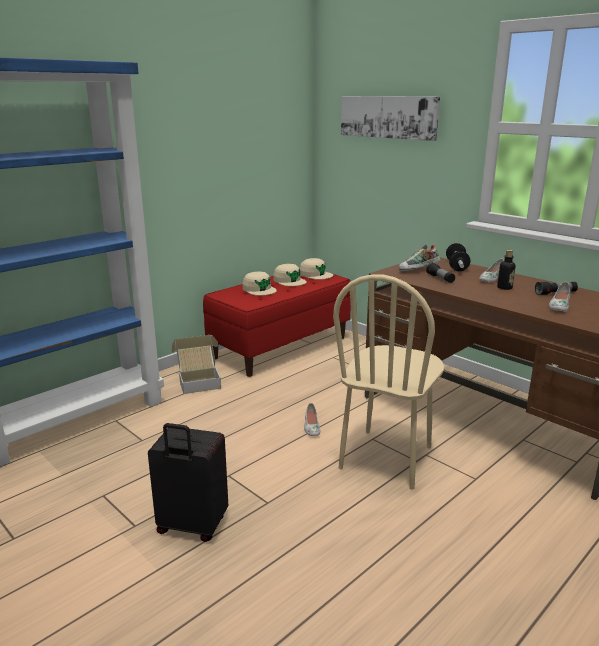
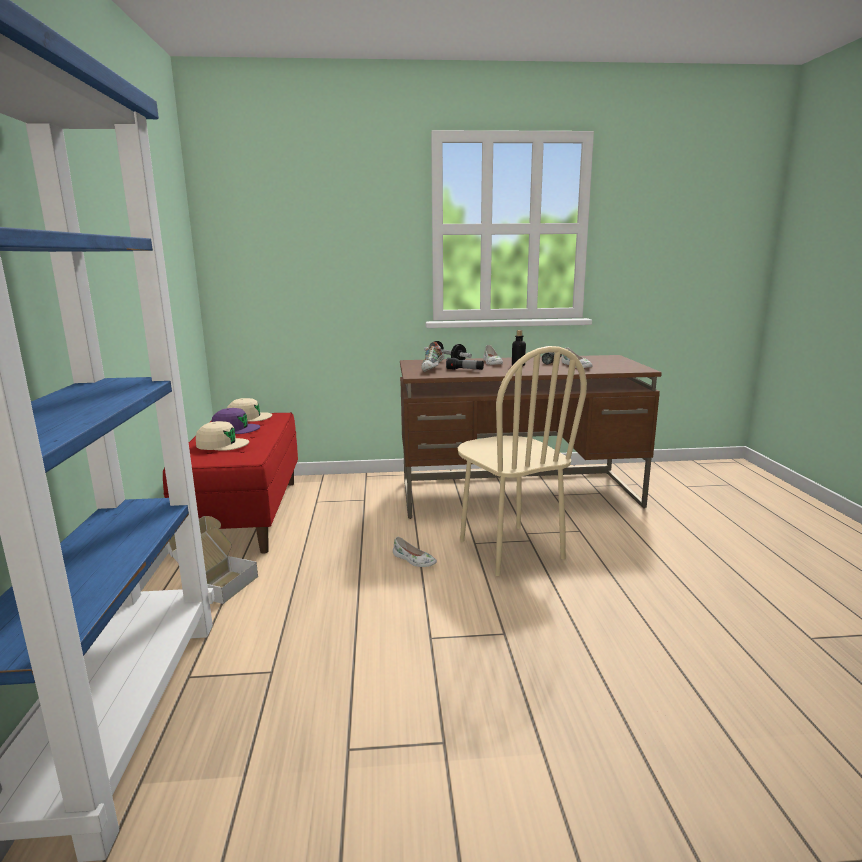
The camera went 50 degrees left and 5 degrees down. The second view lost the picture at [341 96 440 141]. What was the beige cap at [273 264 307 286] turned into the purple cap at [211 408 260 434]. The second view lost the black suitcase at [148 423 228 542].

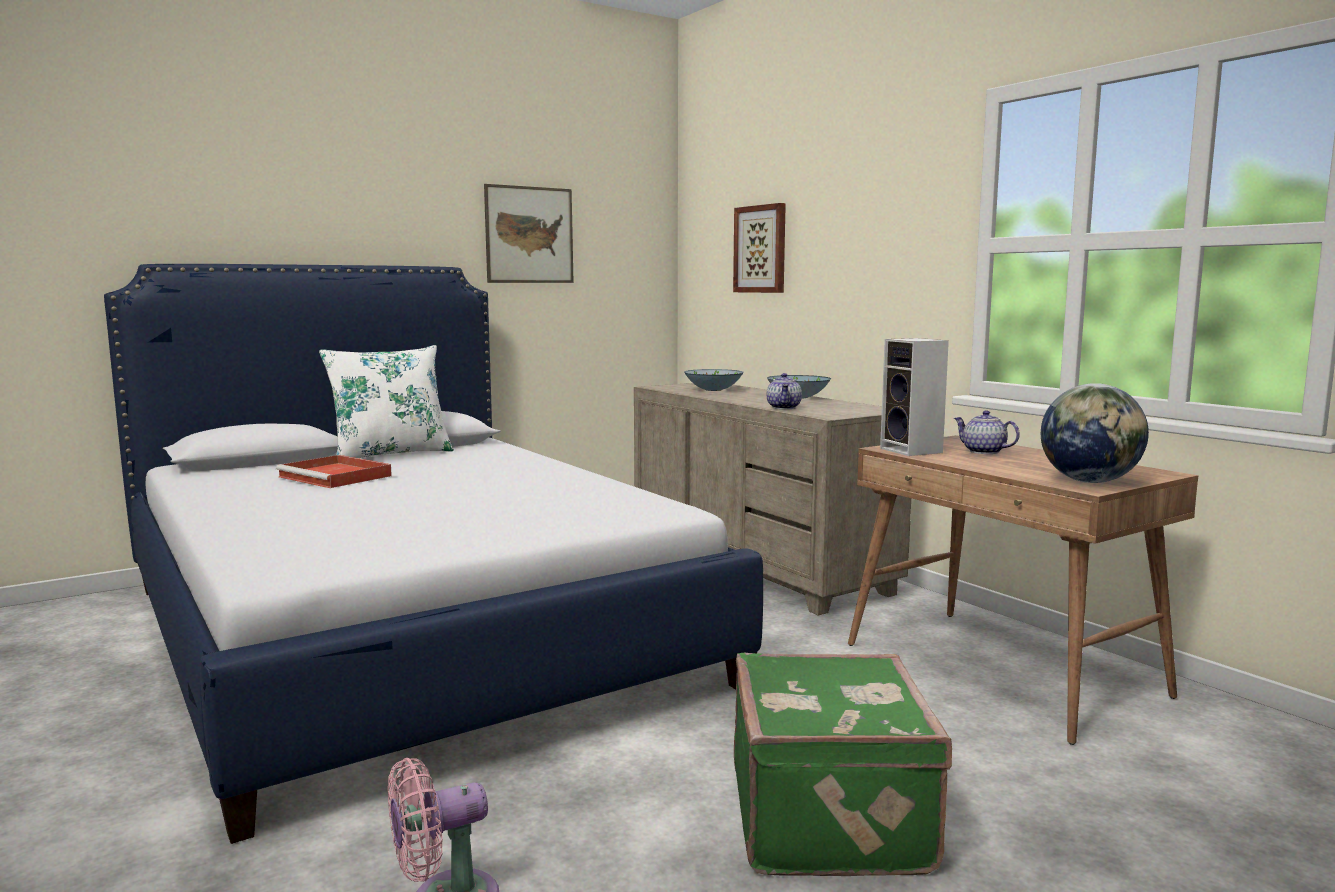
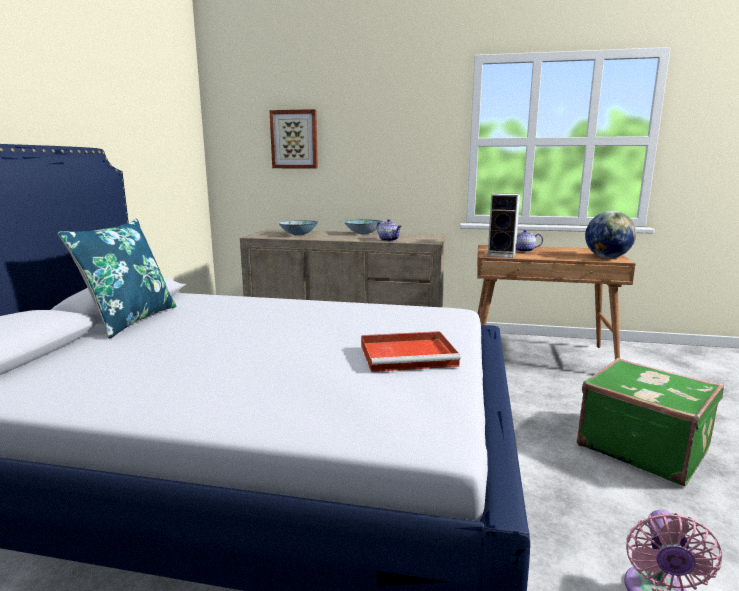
The camera went 45 degrees left and 5 degrees up. The second view lost the picture at [484 184 574 283]. What was the white pillow at [319 345 454 458] turned into the blue pillow at [58 219 177 339]. The red tray ended up elsewhere, having gone from [276 455 392 488] to [361 331 461 372].

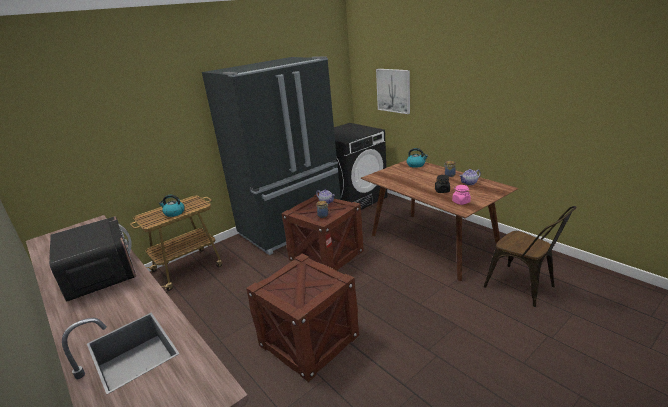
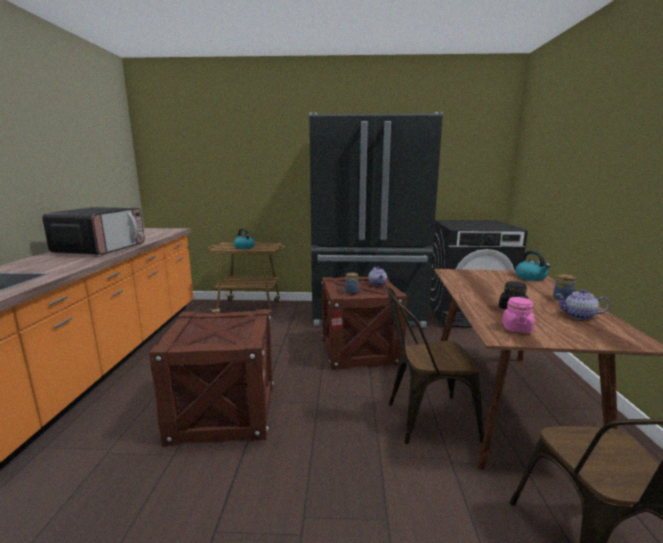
The camera went 40 degrees right and 10 degrees down. The second view lost the picture at [376 69 410 114]. The second view gained the brown chair at [385 286 484 444].

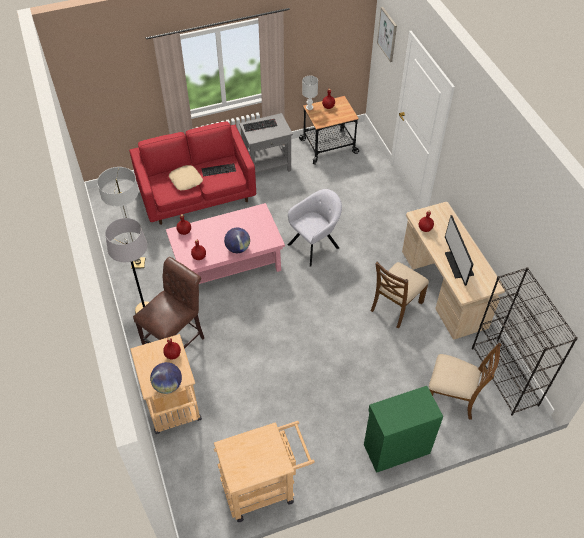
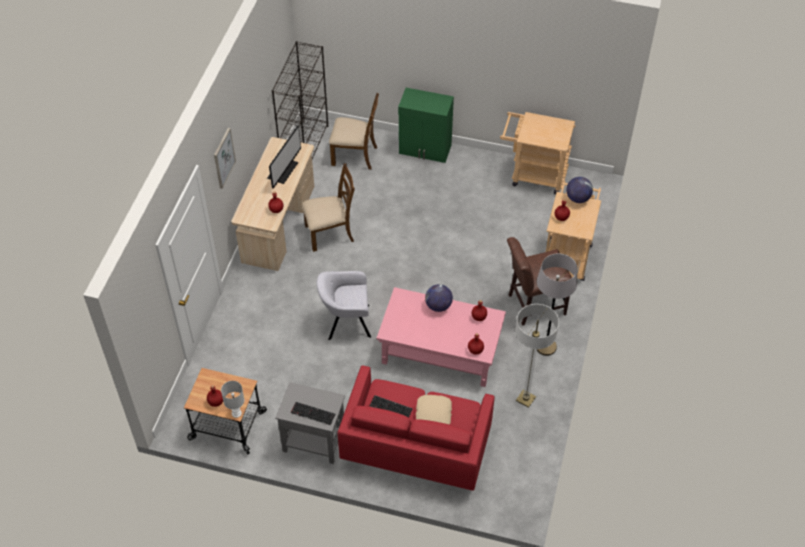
The camera went 145 degrees left and 0 degrees up. The picture ended up elsewhere, having gone from [377 7 397 62] to [214 128 236 189]. The brown chair at [429 343 502 420] ended up facing another way, 135 degrees clockwise from before.

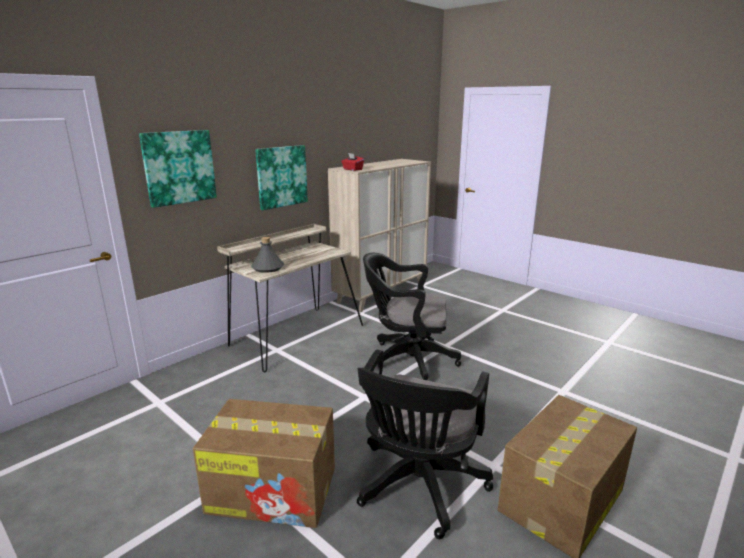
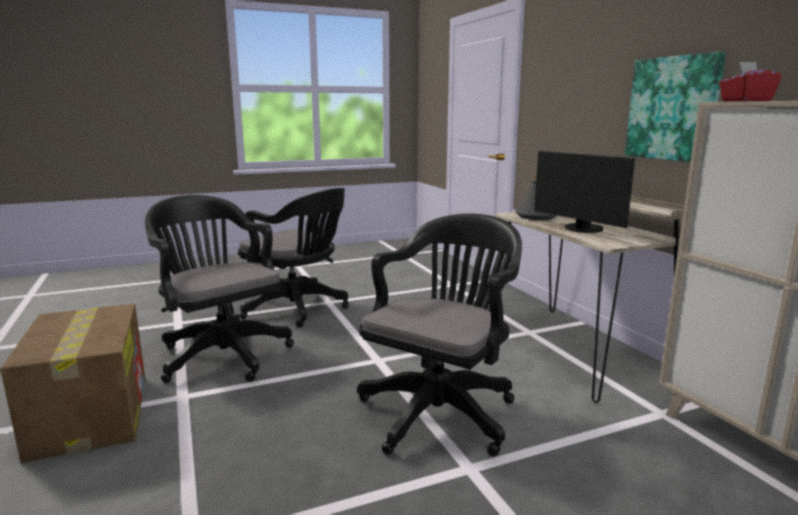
The camera went 115 degrees right and 5 degrees down. The second view lost the picture at [139 130 217 208]. Where the cardboard box stood at [193 399 335 528], the black office chair came to stand at [238 188 349 328]. The second view gained the monitor at [534 151 635 233].

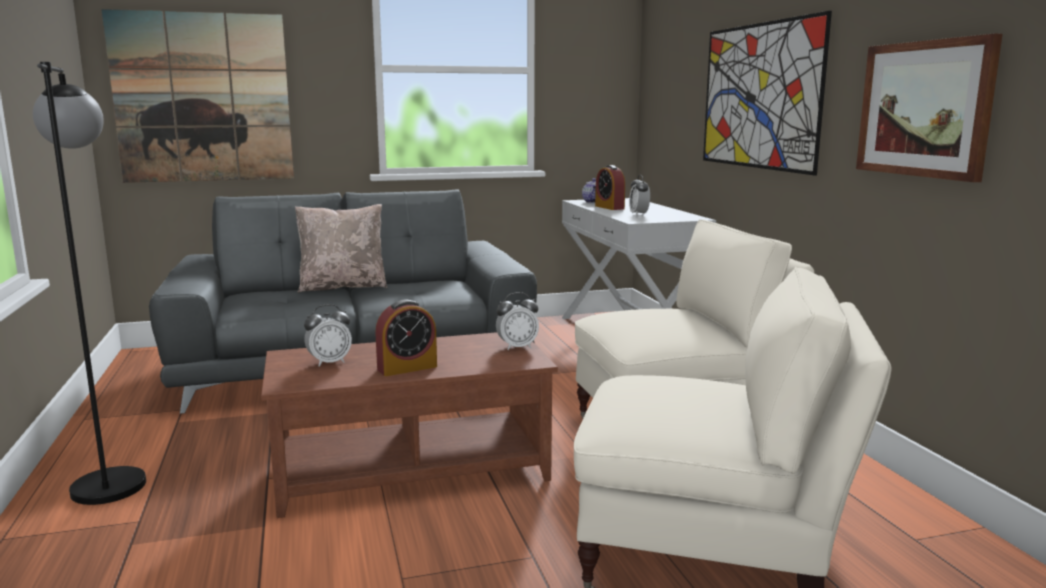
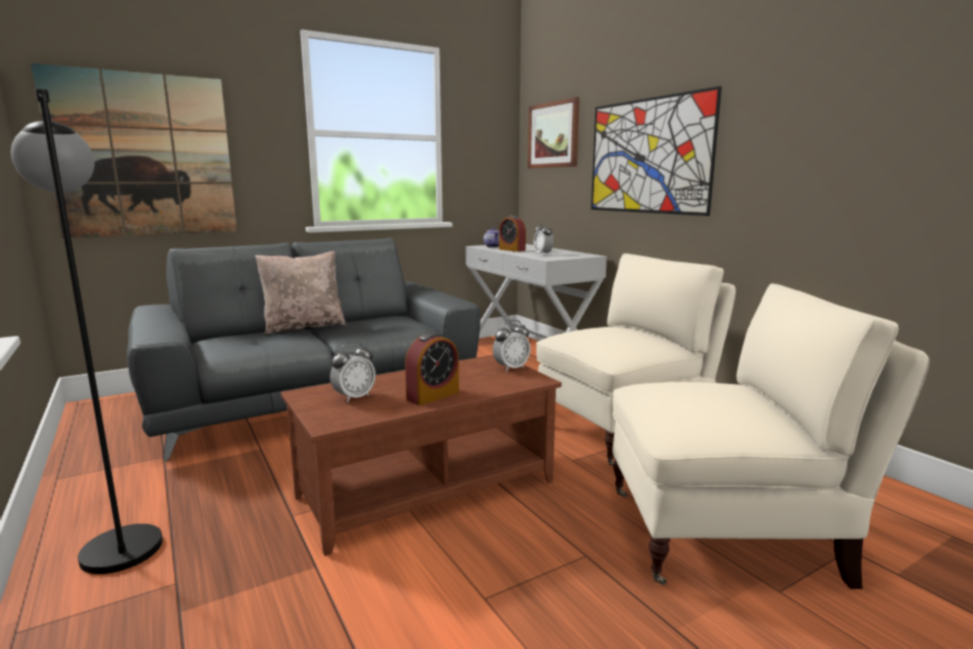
The camera went 15 degrees left and 0 degrees up. The picture ended up elsewhere, having gone from [856 33 1003 182] to [528 97 580 168].

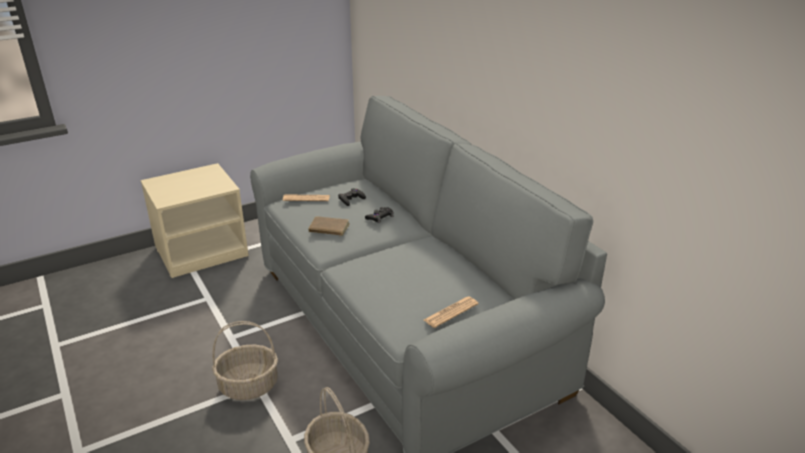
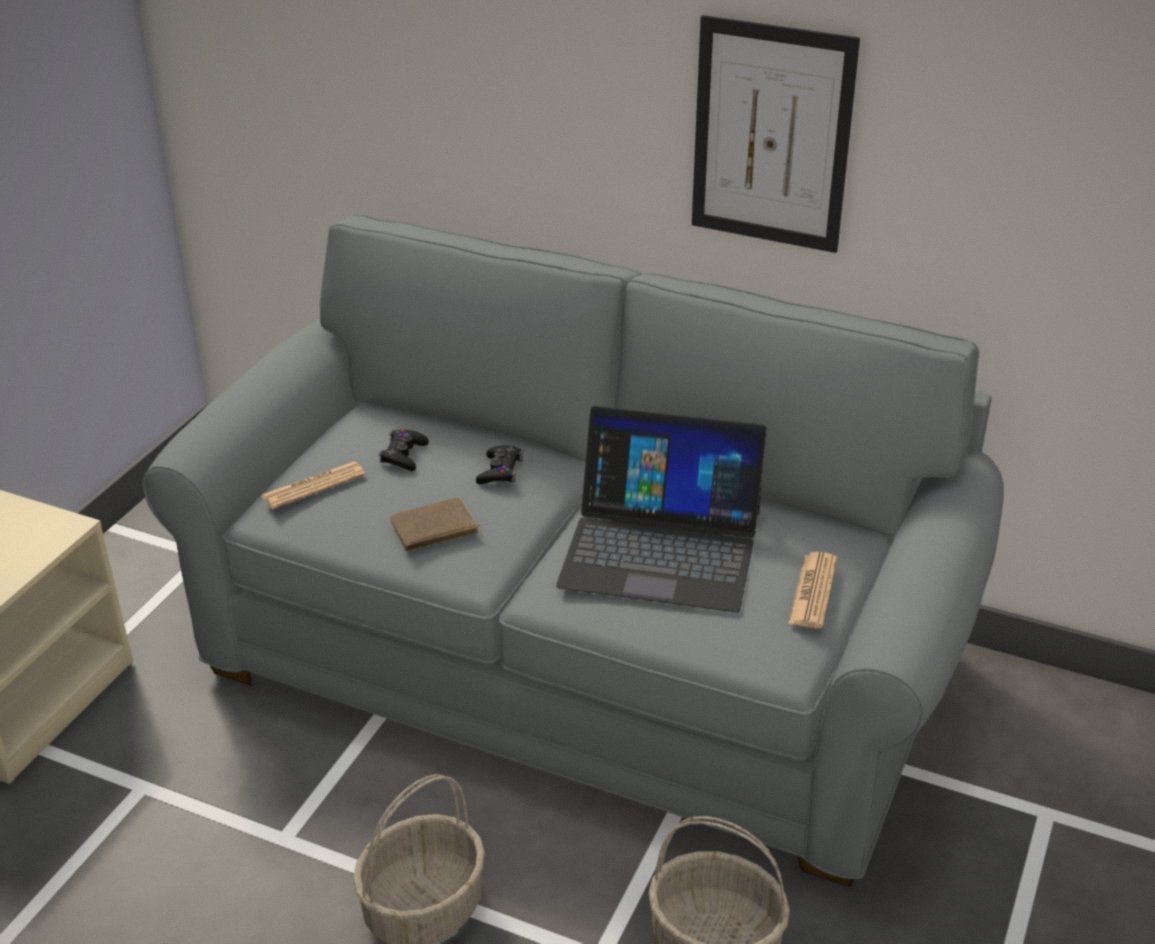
The camera went 35 degrees left and 5 degrees up. The second view gained the picture at [692 15 860 253]. The second view gained the laptop at [556 406 767 612].

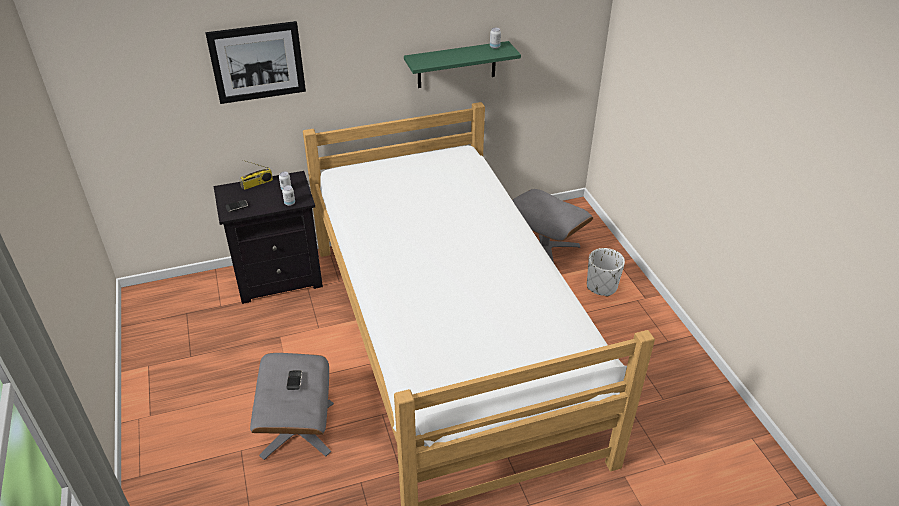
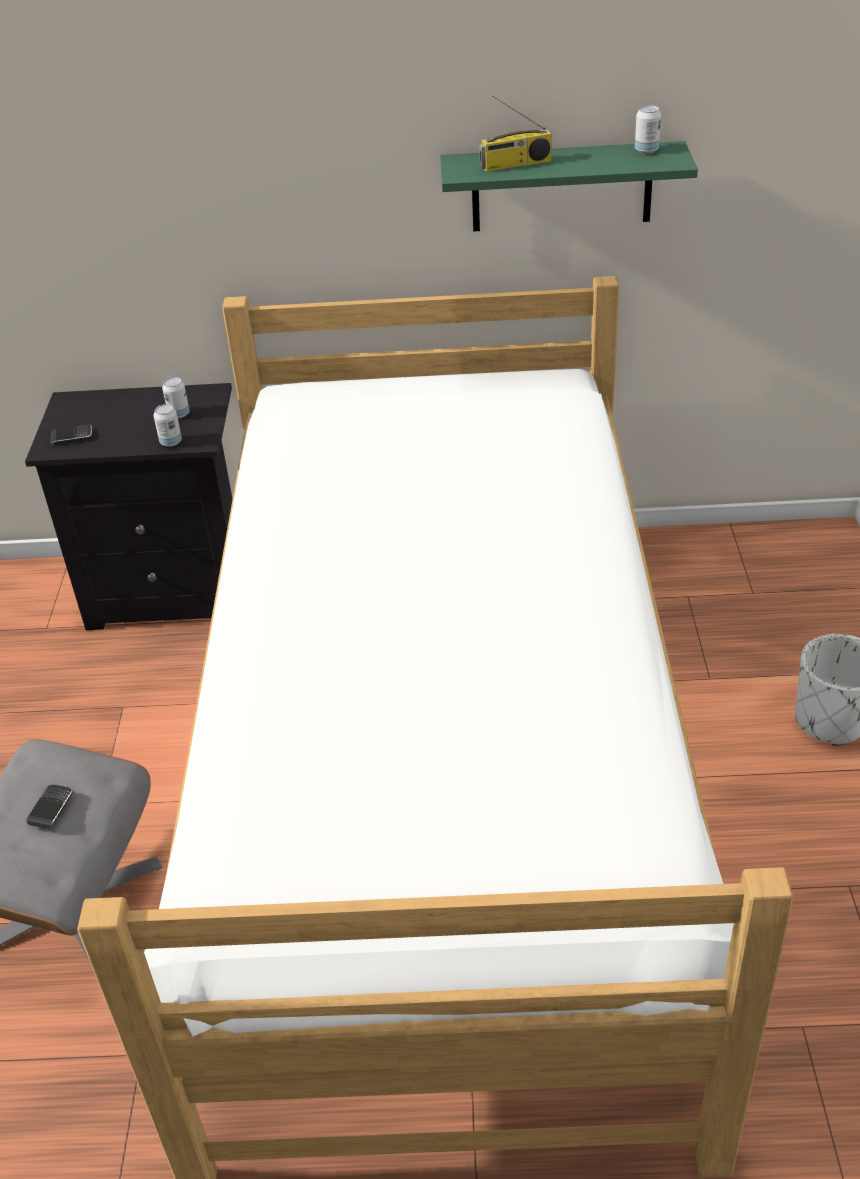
The camera went 20 degrees right and 0 degrees up. The second view lost the picture at [205 21 306 104]. The radio ended up elsewhere, having gone from [240 160 273 190] to [479 95 552 172]. The second view lost the grey ottoman at [512 189 593 263].

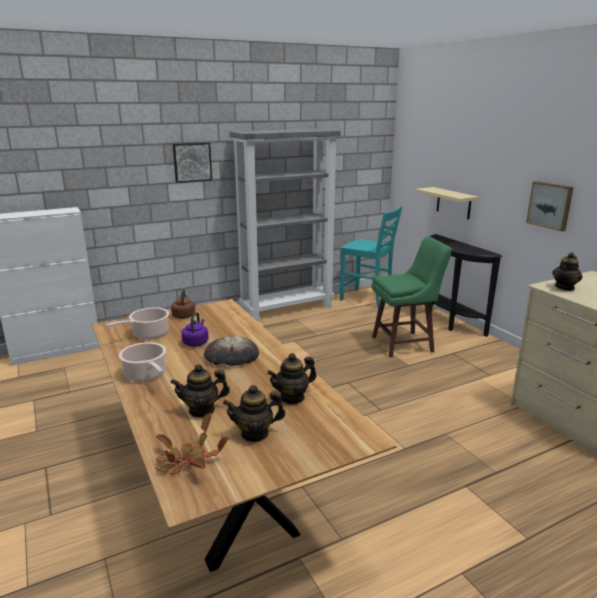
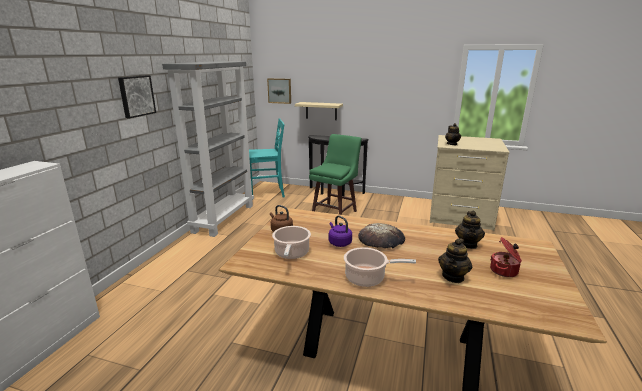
The camera went 45 degrees left and 0 degrees up. The picture ended up elsewhere, having gone from [526 181 574 231] to [267 78 291 104]. Where the teapot stood at [223 385 285 442], the cooking pot came to stand at [490 237 522 277]. The second view lost the potted plant at [155 413 229 475].

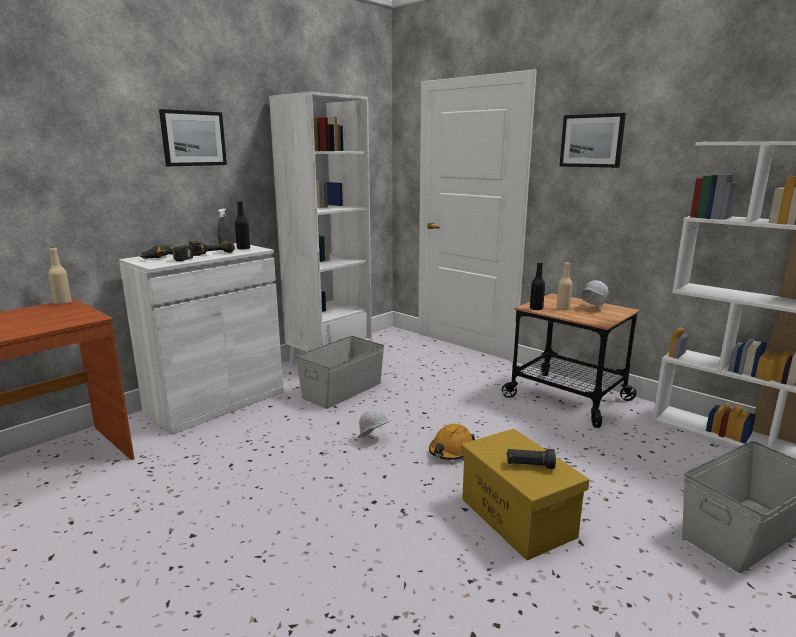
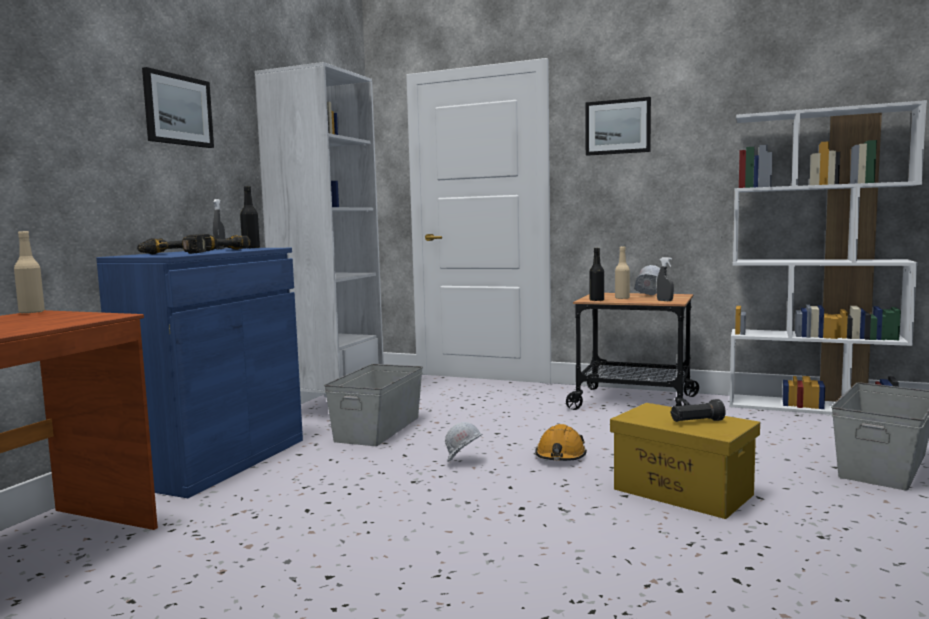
The camera went 20 degrees left and 10 degrees down. What was the white cabinet at [119 243 283 435] turned into the blue cabinet at [96 248 303 498]. The second view gained the grey spray bottle at [656 257 674 301].

